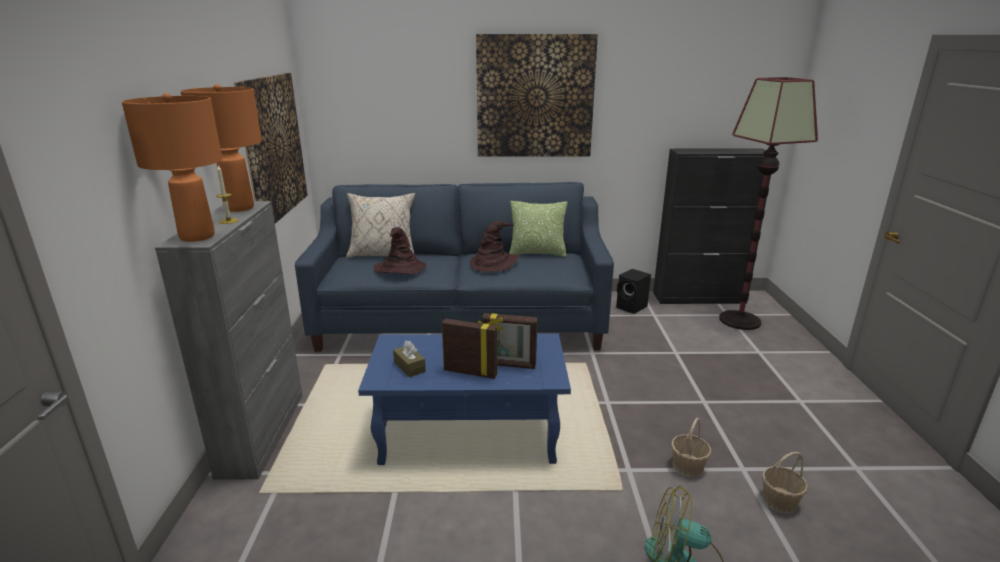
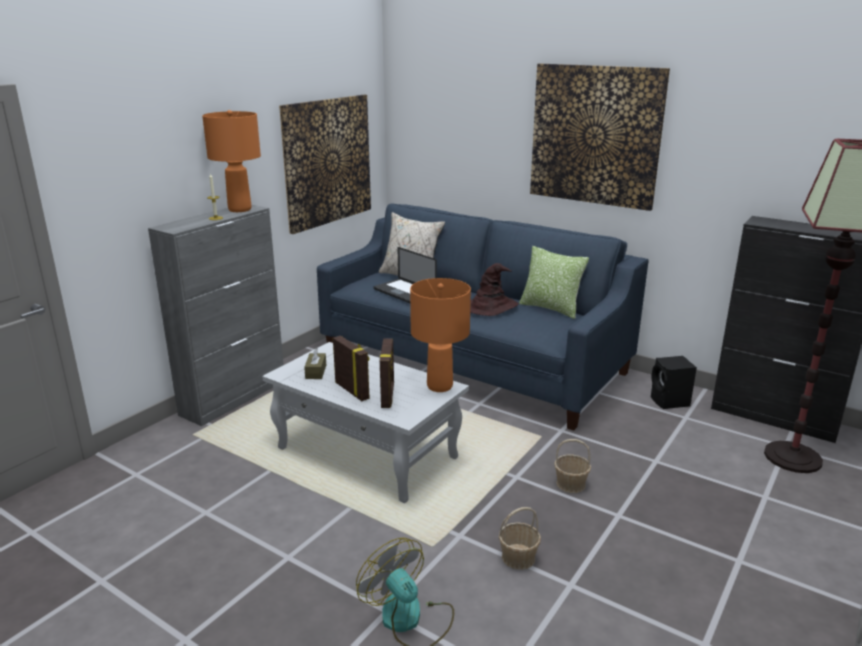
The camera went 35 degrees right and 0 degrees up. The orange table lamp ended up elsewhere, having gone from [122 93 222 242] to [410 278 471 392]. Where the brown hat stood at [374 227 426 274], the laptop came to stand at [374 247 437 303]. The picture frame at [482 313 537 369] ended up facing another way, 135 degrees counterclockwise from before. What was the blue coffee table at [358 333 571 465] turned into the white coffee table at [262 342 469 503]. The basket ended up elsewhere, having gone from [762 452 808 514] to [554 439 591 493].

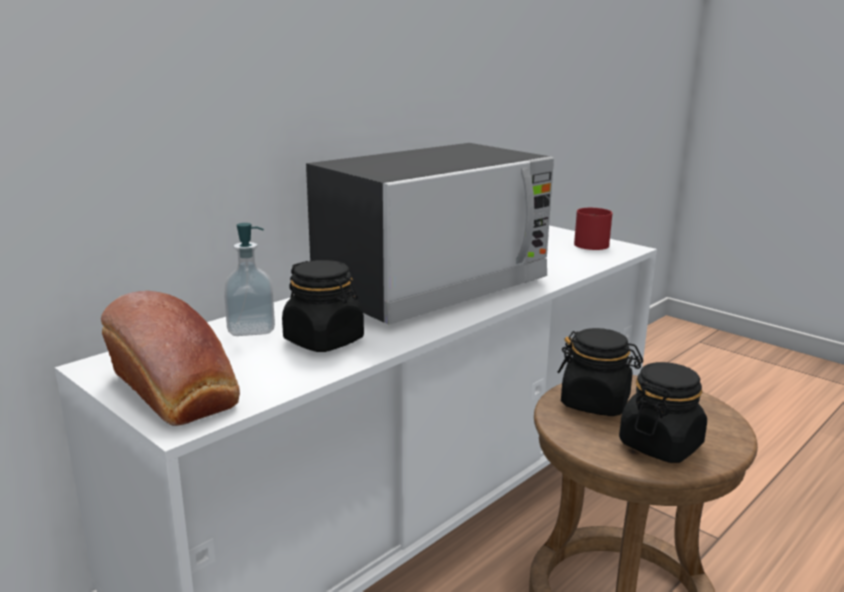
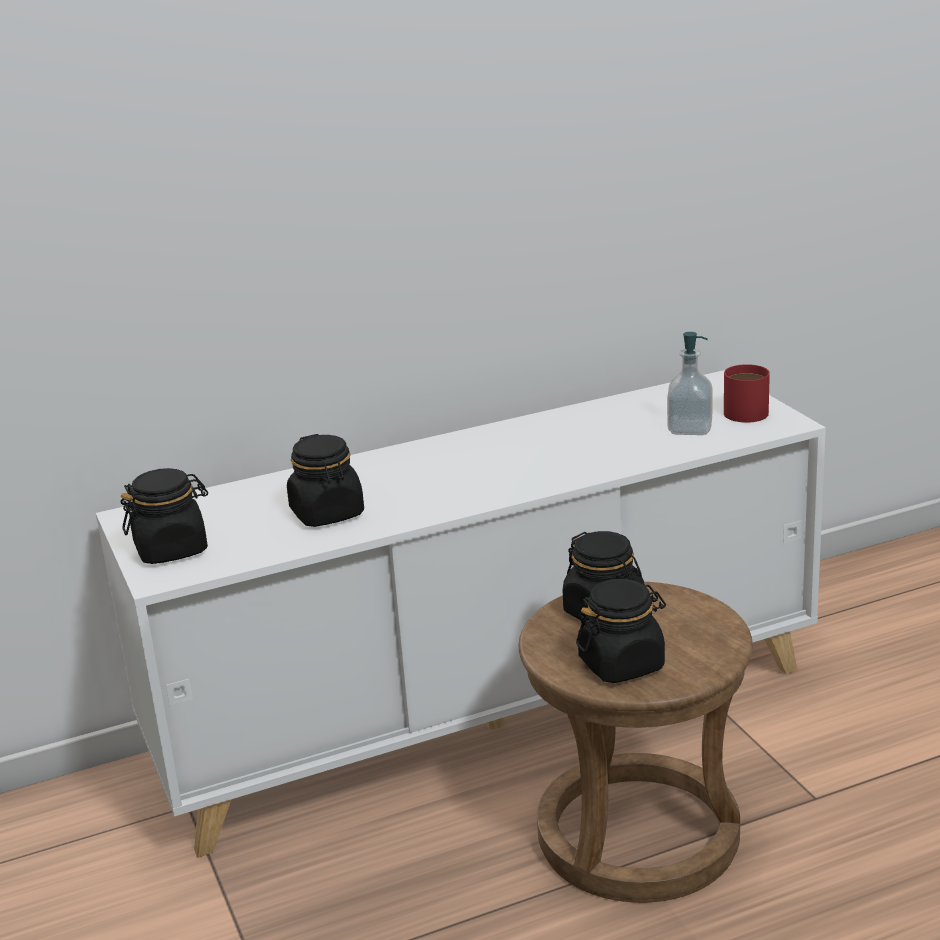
The camera went 25 degrees right and 5 degrees up. The second view lost the microwave at [306 143 554 325]. The soap dispenser ended up elsewhere, having gone from [224 223 275 336] to [667 332 713 435]. Where the bread stood at [101 291 240 426], the black jar came to stand at [121 468 208 564].

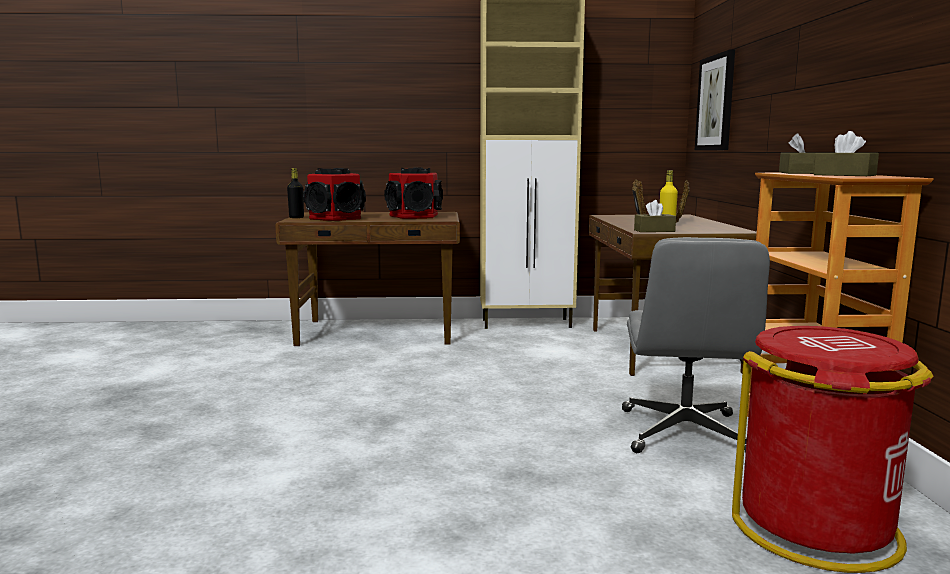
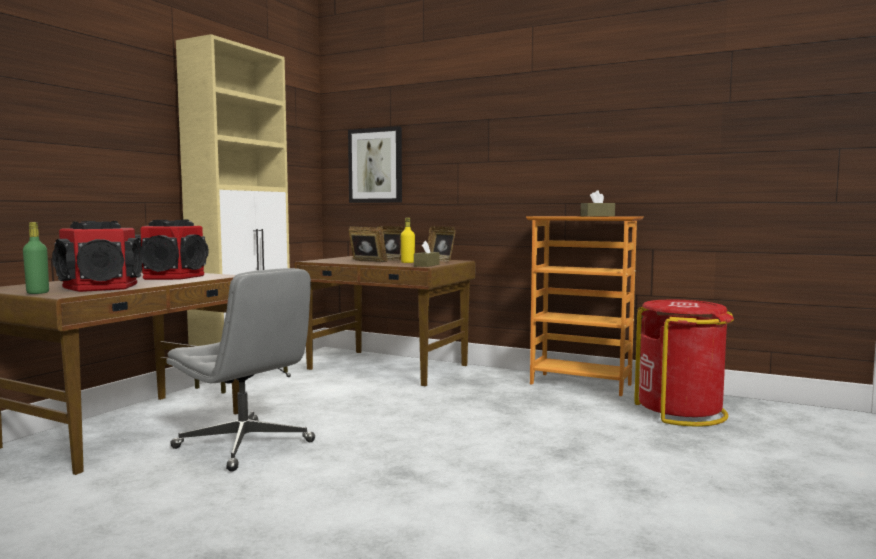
The camera went 60 degrees left and 5 degrees down. The second view lost the brown tissue box at [779 133 815 174]. What was the black bottle at [287 168 304 218] turned into the green bottle at [23 222 49 294]. The grey office chair ended up elsewhere, having gone from [622 237 770 453] to [166 268 315 471]. The second view gained the picture frame at [427 226 456 262].

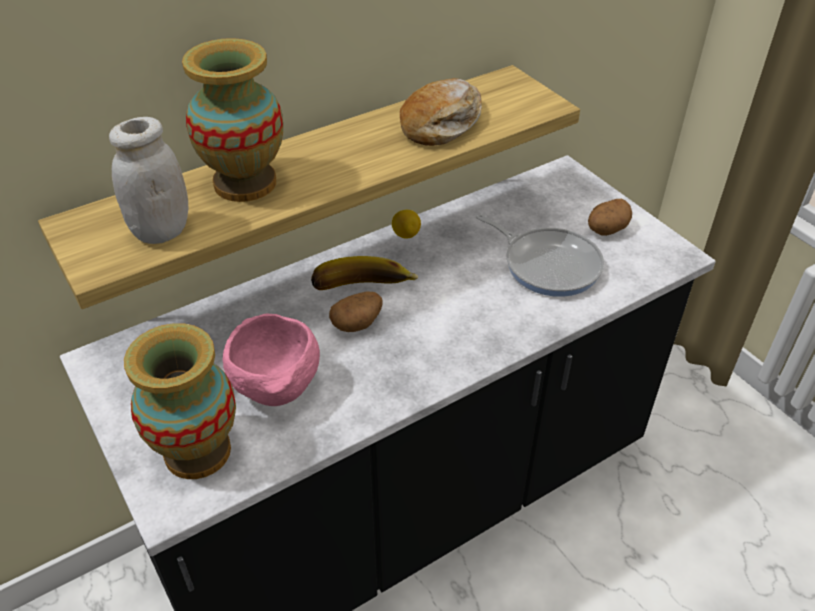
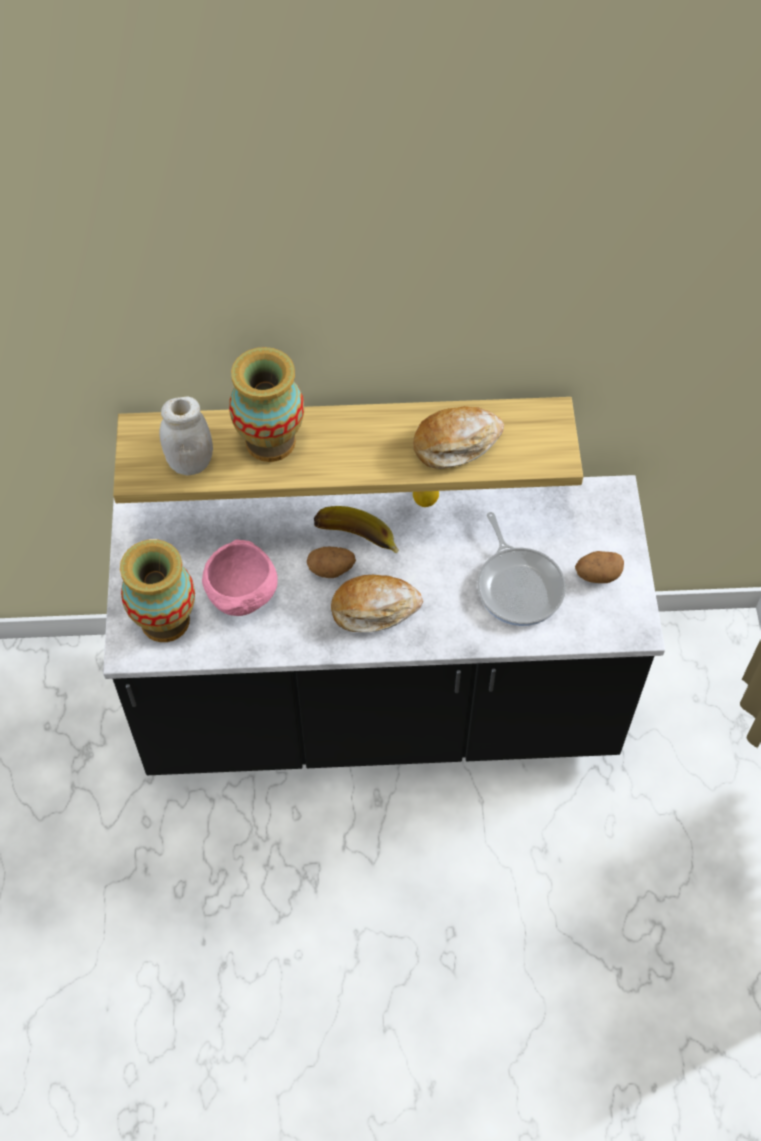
The camera went 30 degrees right and 15 degrees up. The second view gained the bread at [331 575 423 632].

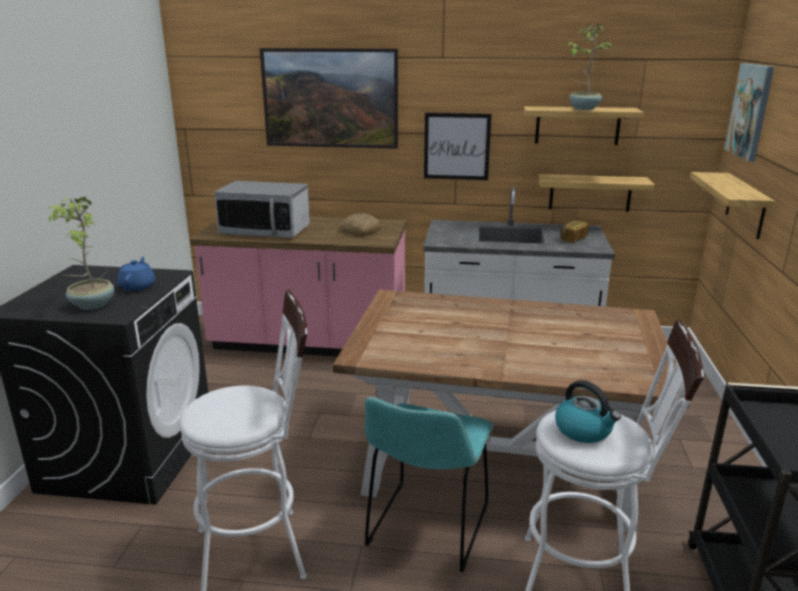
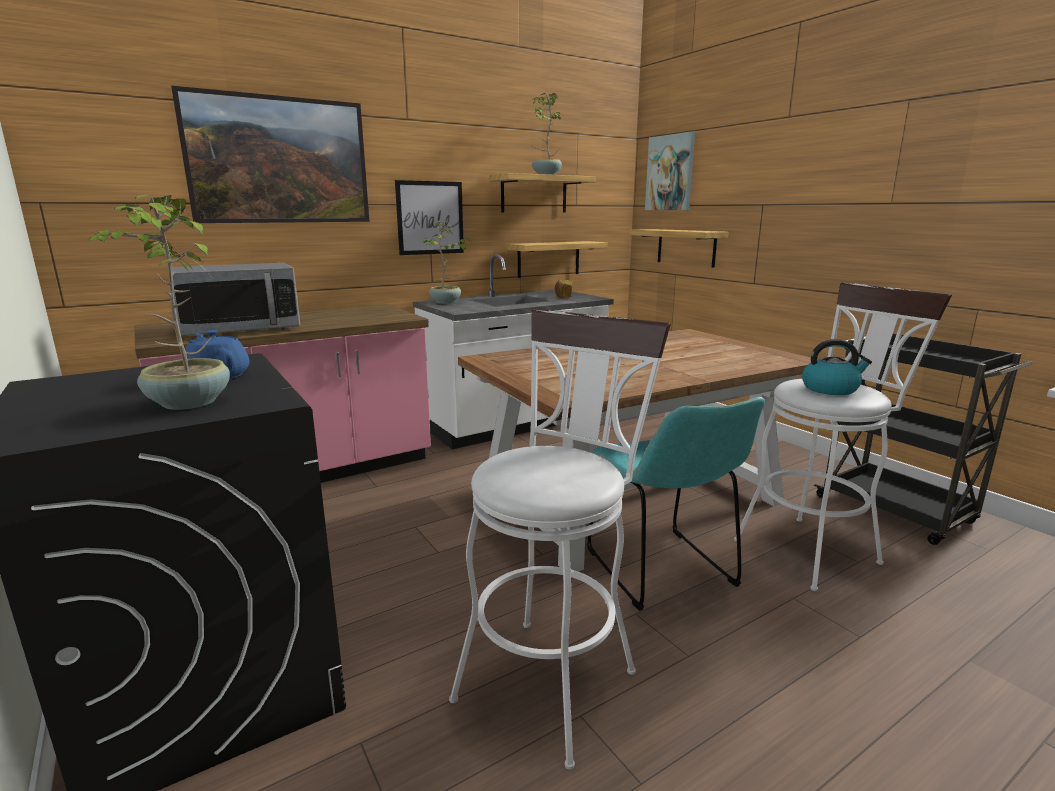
The camera went 40 degrees left and 5 degrees down. The second view lost the bread at [340 213 381 236]. The second view gained the potted plant at [422 221 470 304].

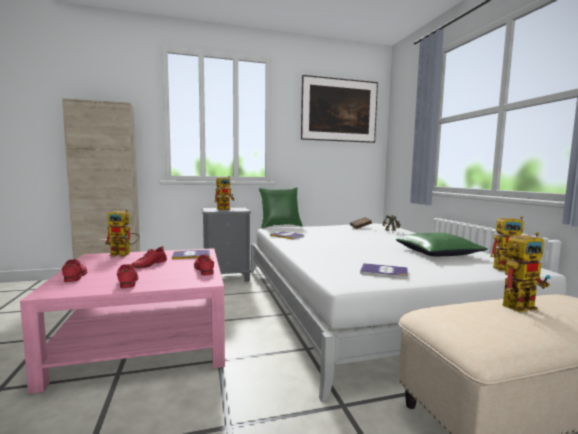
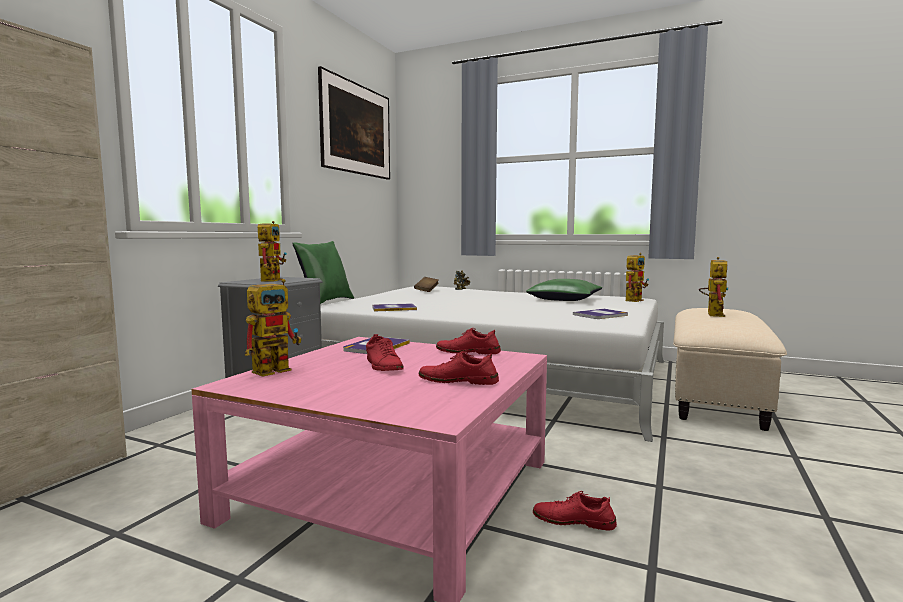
The camera went 50 degrees left and 0 degrees up. The red shoe ended up elsewhere, having gone from [62 259 87 282] to [533 491 617 530].

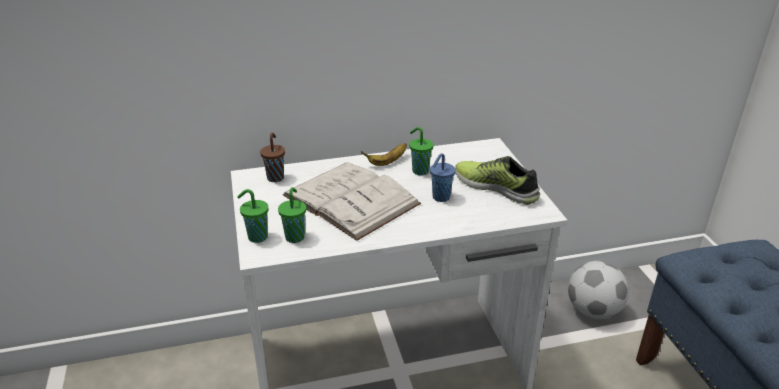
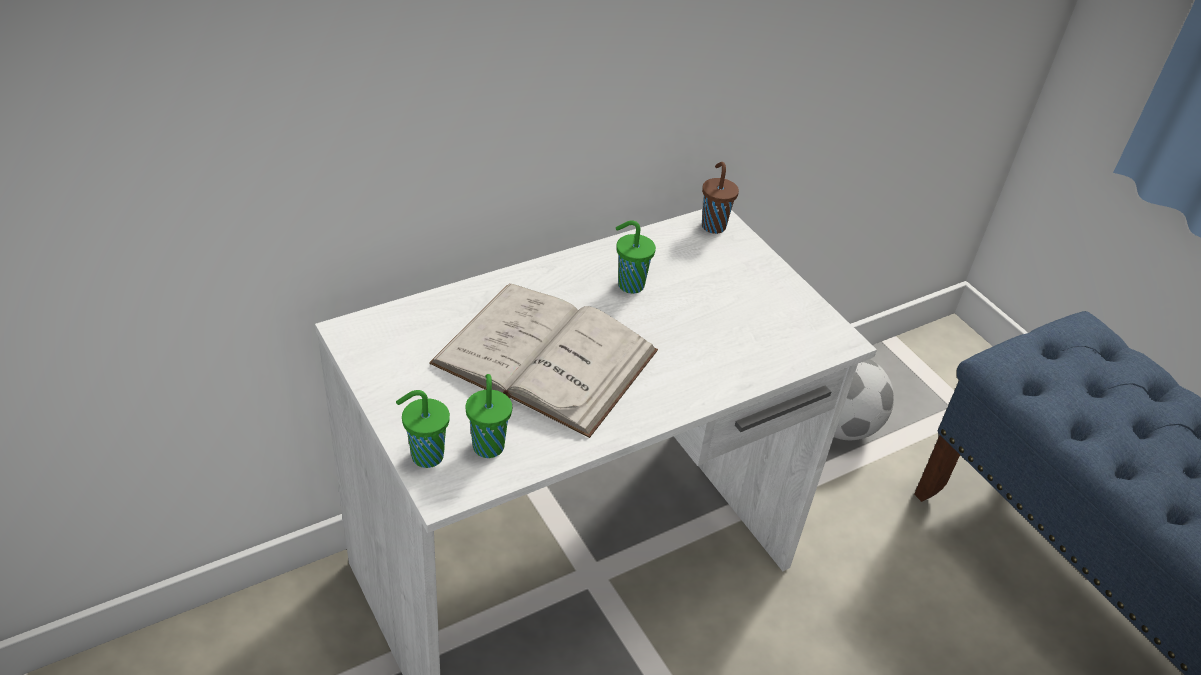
The camera went 20 degrees left and 10 degrees up. The brown cup ended up elsewhere, having gone from [260 132 285 182] to [702 162 739 234]. The second view lost the banana at [361 143 407 166]. The second view lost the blue cup at [430 153 456 202]. The second view lost the shoe at [455 156 540 205].

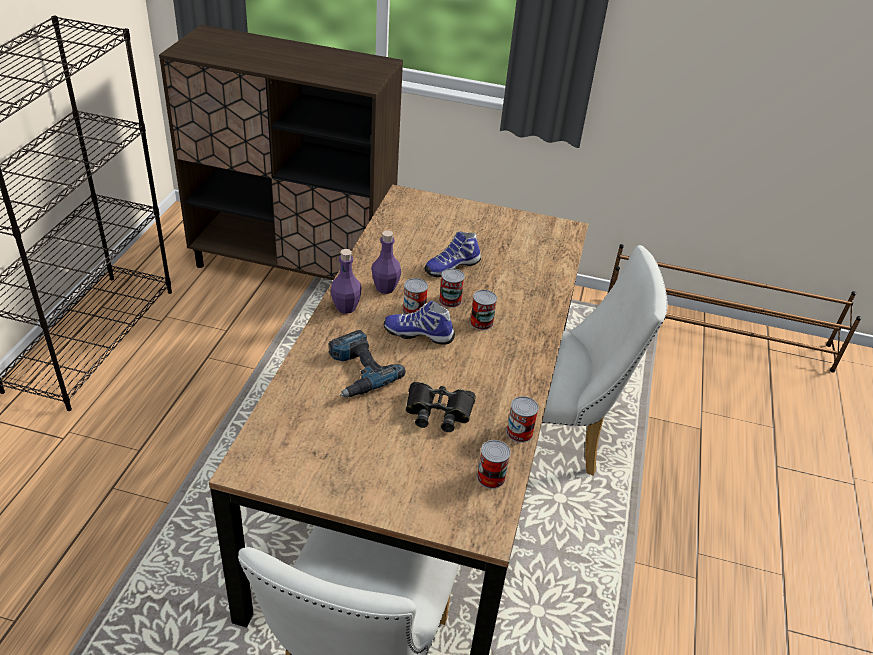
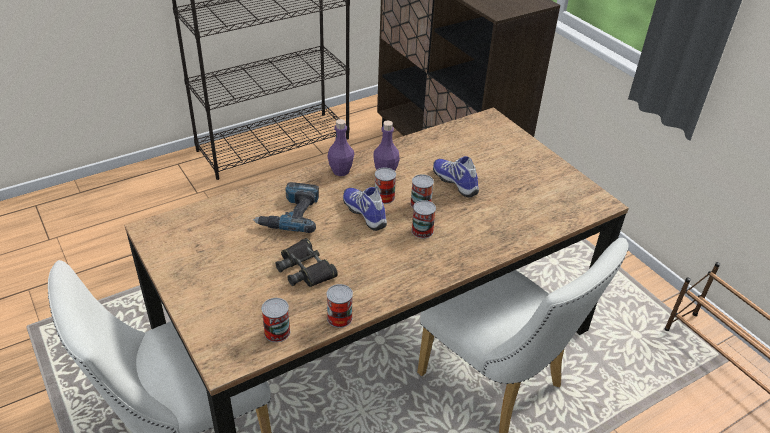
The camera went 45 degrees right and 0 degrees up. The shoe at [424 232 481 278] ended up facing another way, 45 degrees clockwise from before.

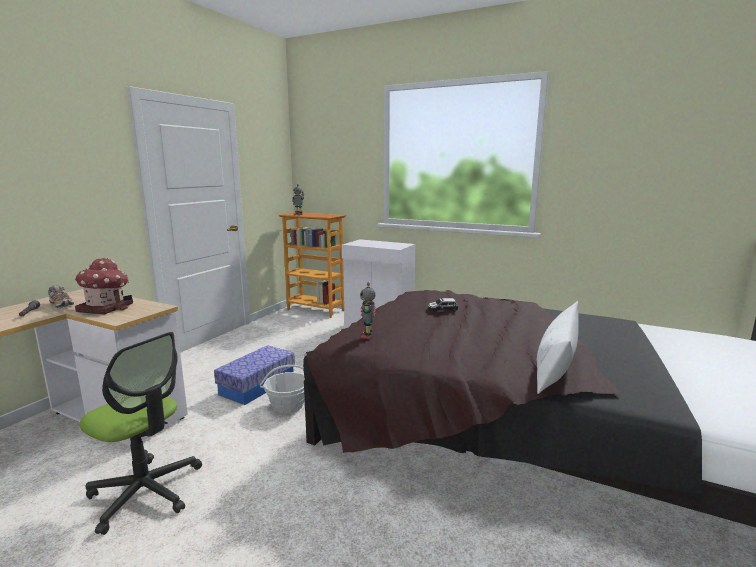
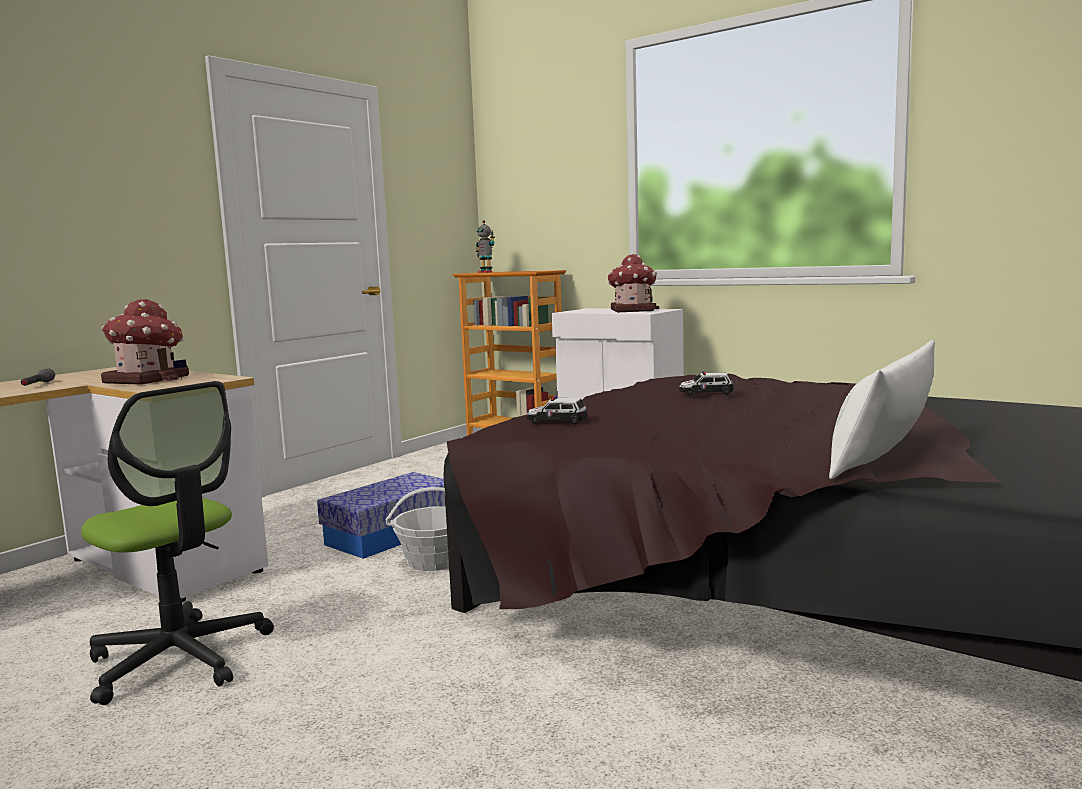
The camera went 10 degrees right and 5 degrees down. Where the toy robot stood at [360 283 376 339], the toy car came to stand at [526 396 588 424]. The second view lost the shoe at [48 285 74 309]. The second view gained the toy house at [608 253 659 312].

